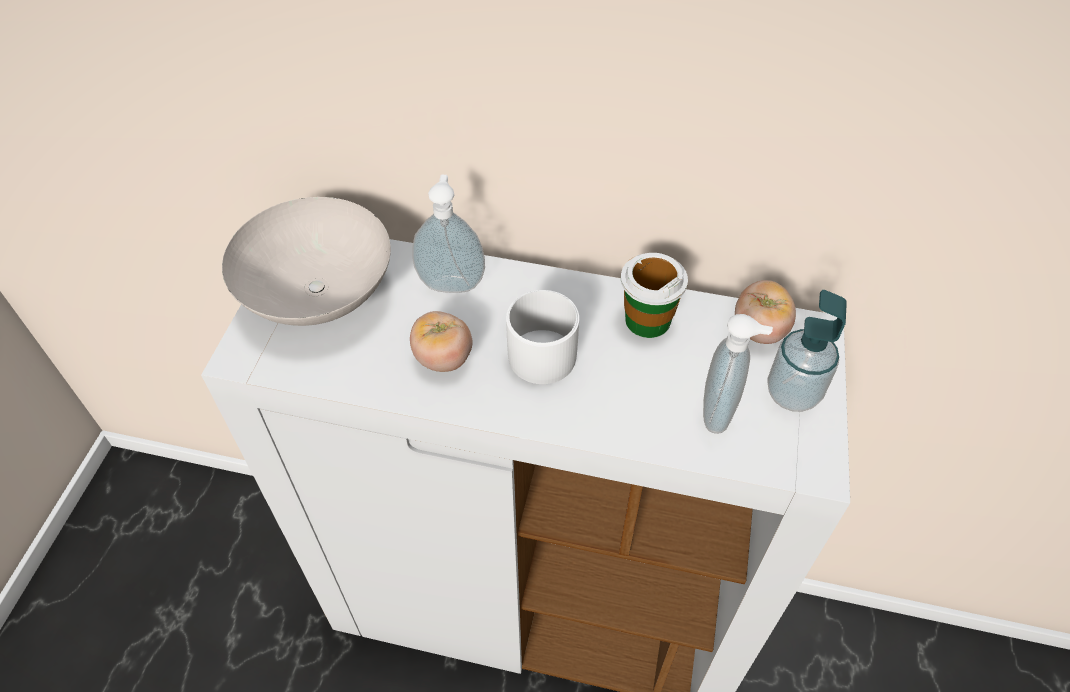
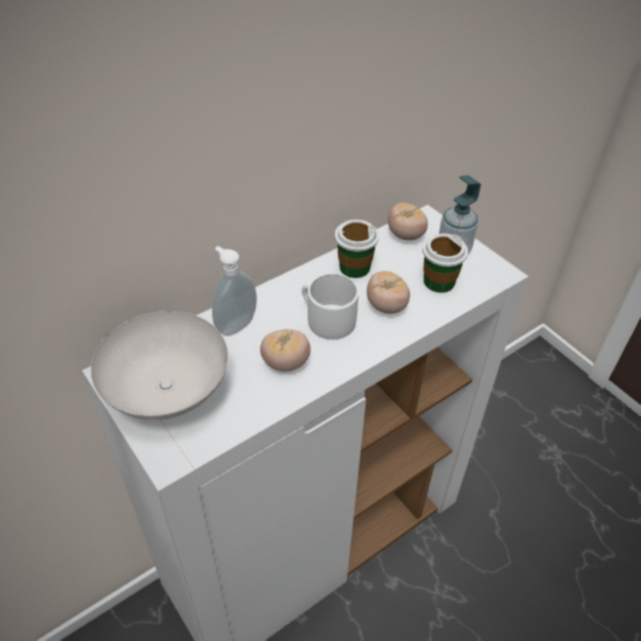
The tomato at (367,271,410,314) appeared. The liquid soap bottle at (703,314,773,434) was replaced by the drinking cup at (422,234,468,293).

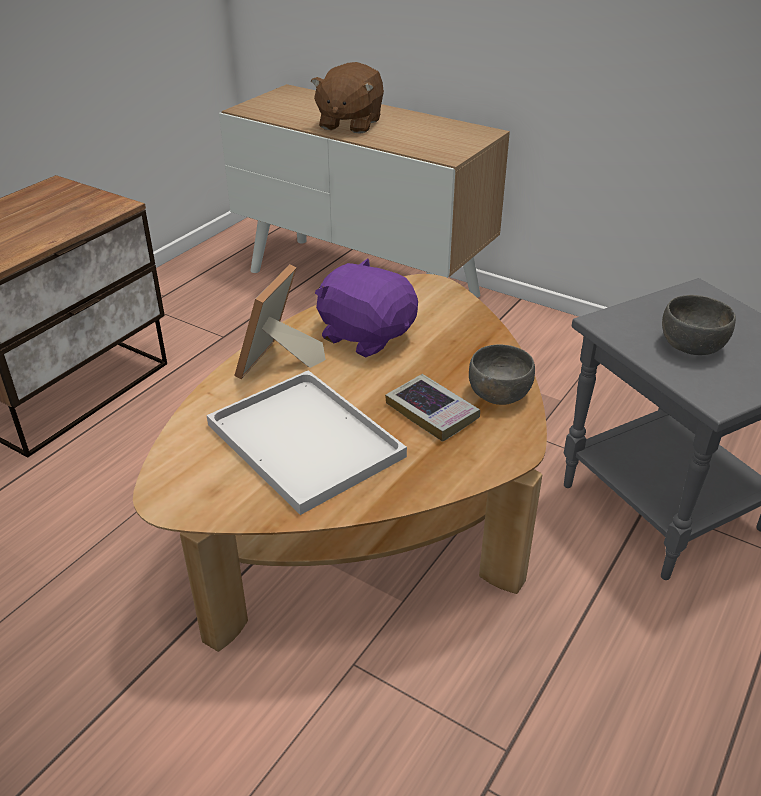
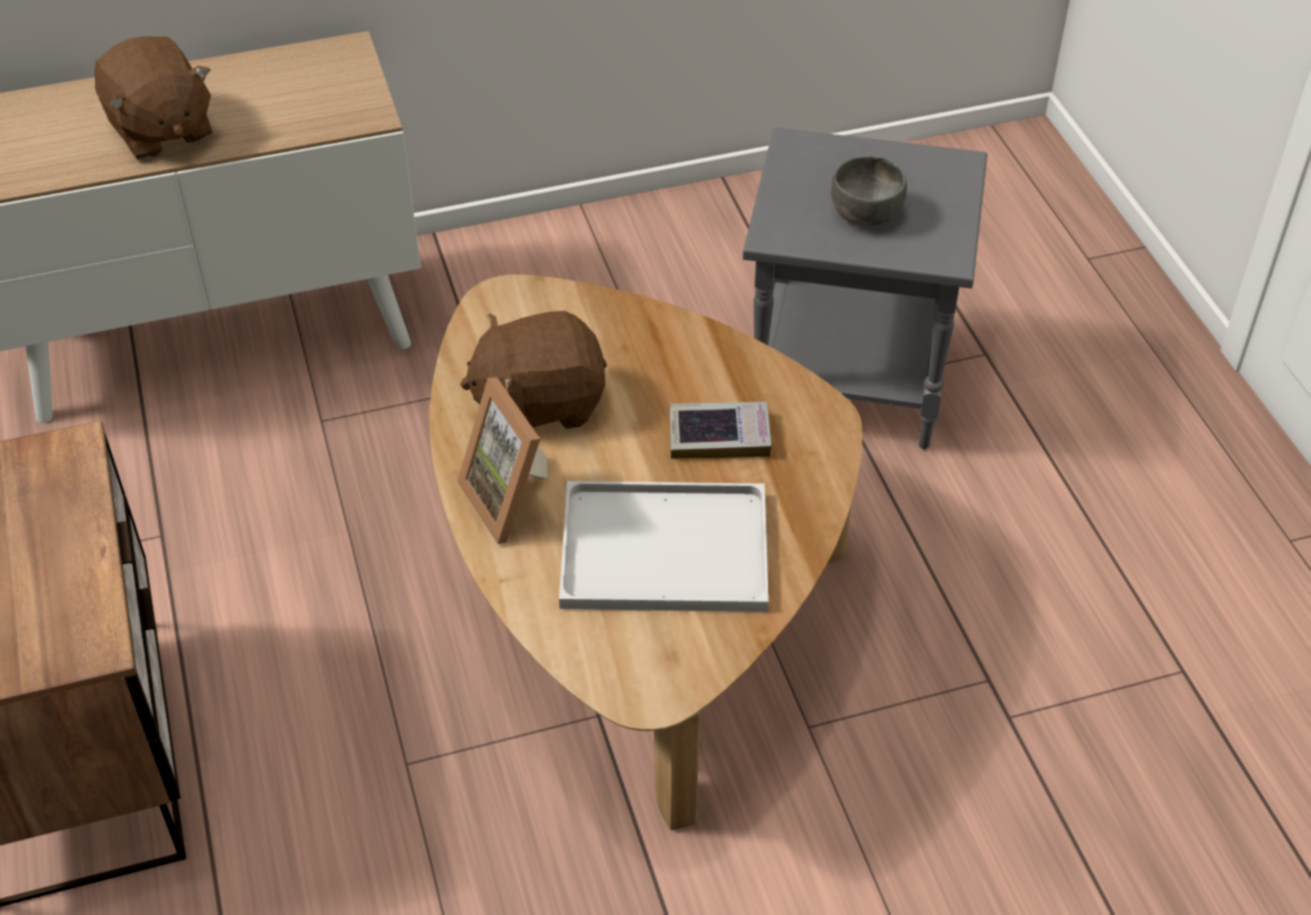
The gray serving bowl at (469,345,535,405) disappeared. The purple cuddly toy at (315,258,418,357) became the brownish cuddly toy at (460,311,607,429).

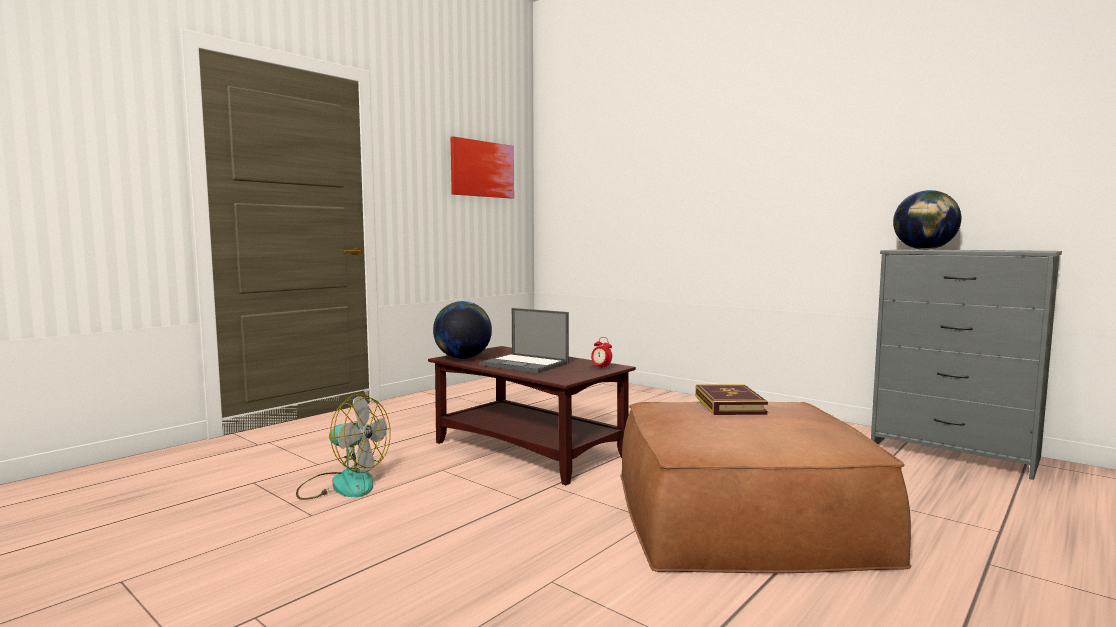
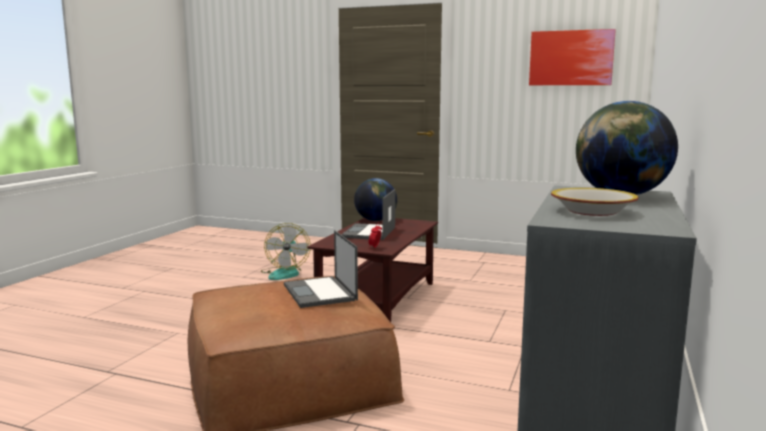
The serving bowl at (551,188,639,216) appeared. The volume at (695,384,768,415) was replaced by the portable computer at (284,230,358,308).

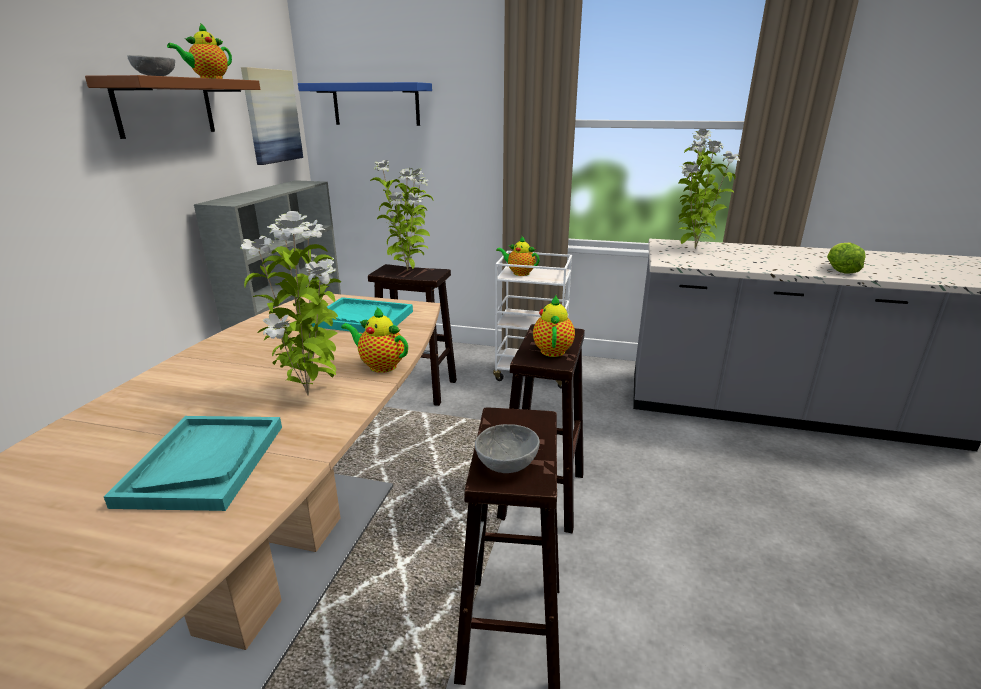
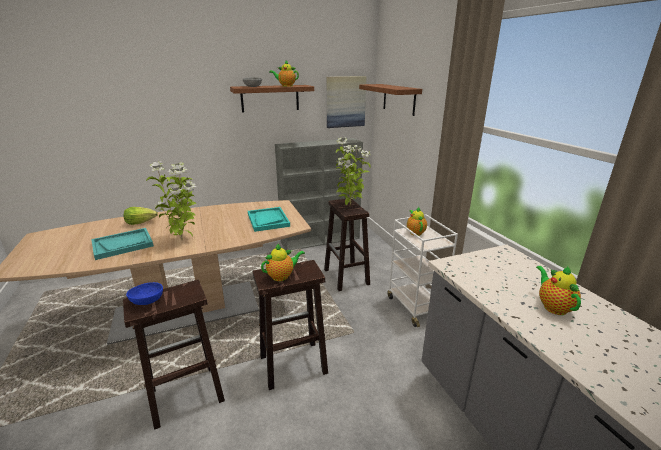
The houseplant at (677,129,740,249) disappeared. The teapot moved from (341,307,408,373) to (536,266,581,315). The lettuce moved from (827,242,866,274) to (123,207,158,225). The blue-coloured wall shelf at (298,82,432,126) became the brownish wall shelf at (359,84,422,116). The gray serving bowl at (475,424,540,473) became the blue-coloured serving bowl at (126,282,163,305).

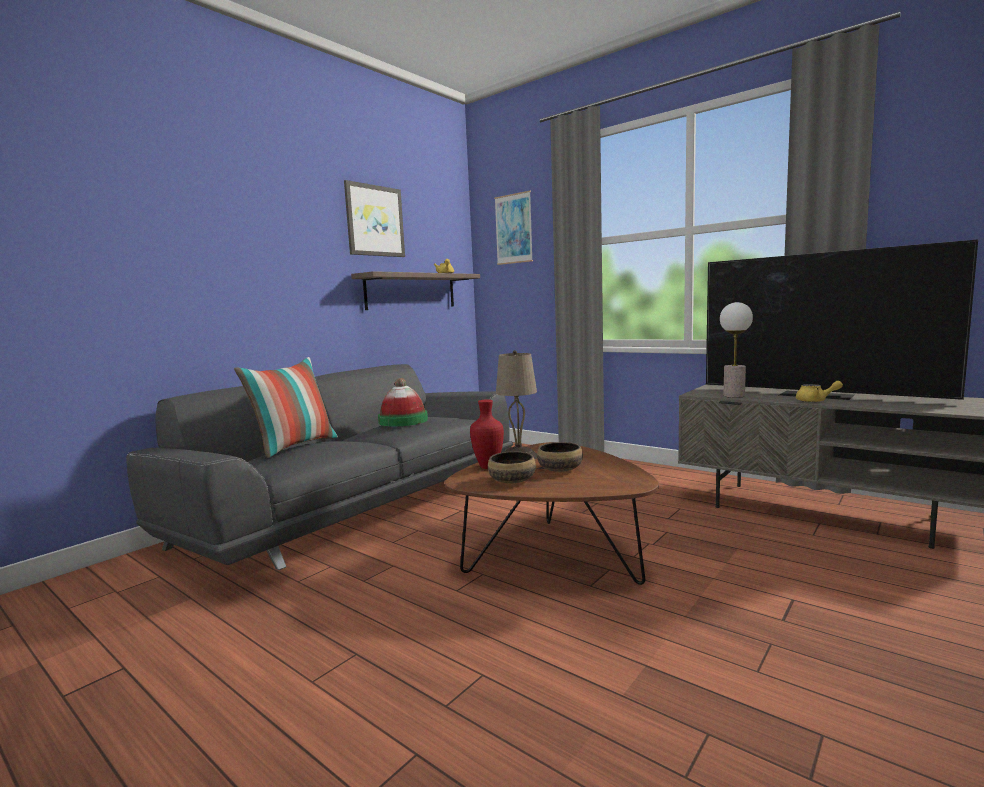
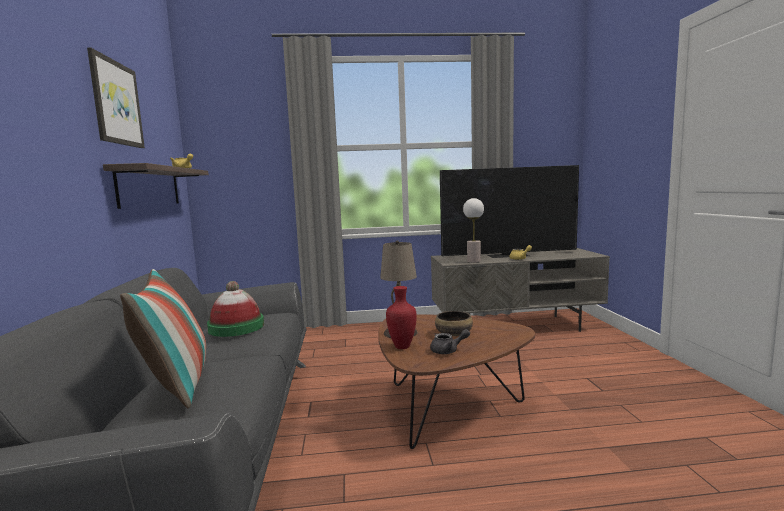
The wall picture at (494,190,533,265) disappeared. The serving bowl at (488,451,536,483) was replaced by the gray teapot at (430,329,470,354).

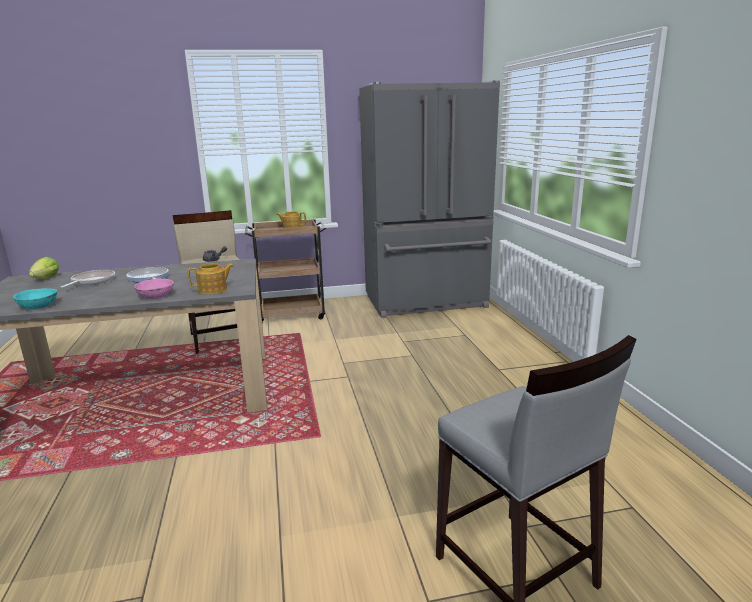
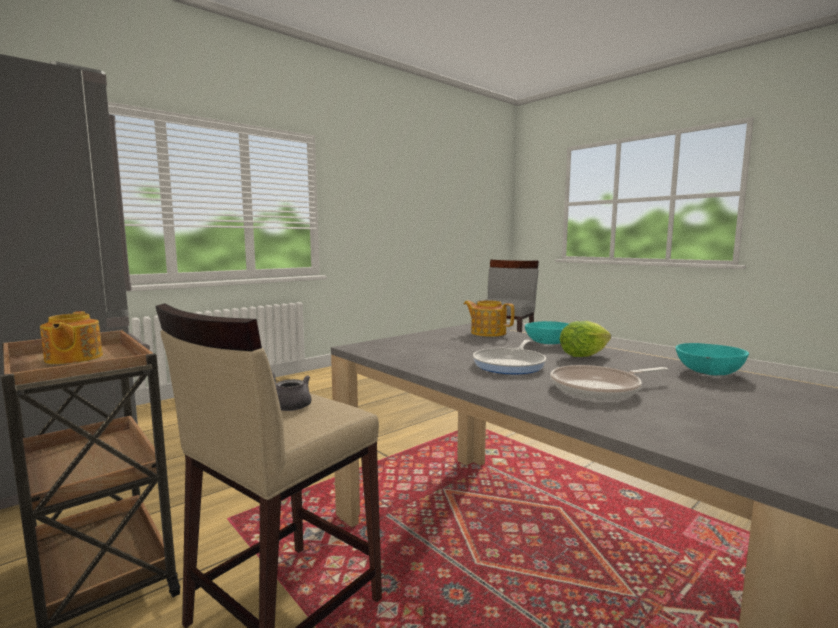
The lettuce moved from (29,257,59,279) to (560,321,611,357). The pinkish serving bowl at (134,278,174,299) became the turquoise serving bowl at (525,321,569,344).

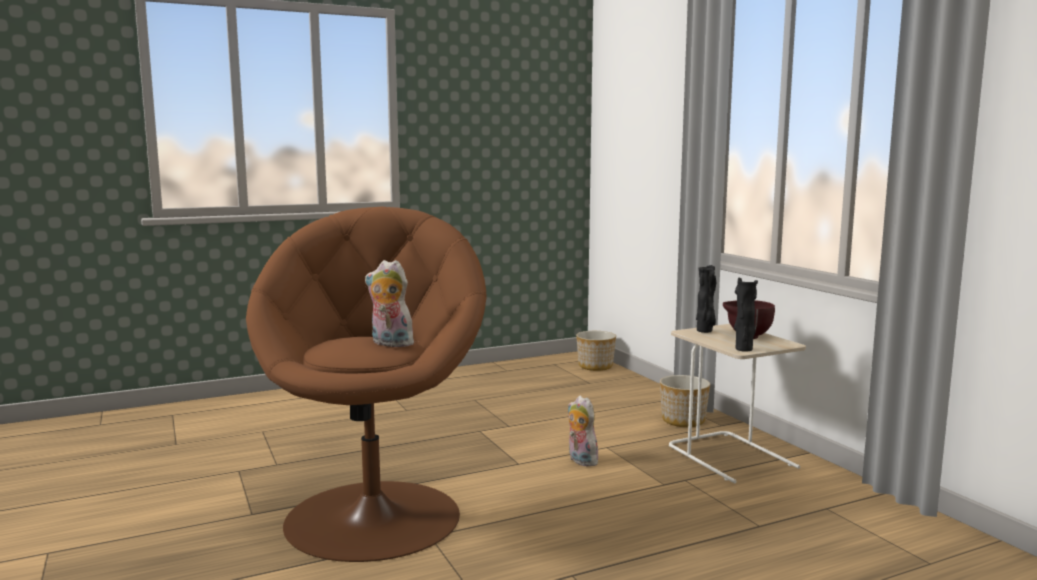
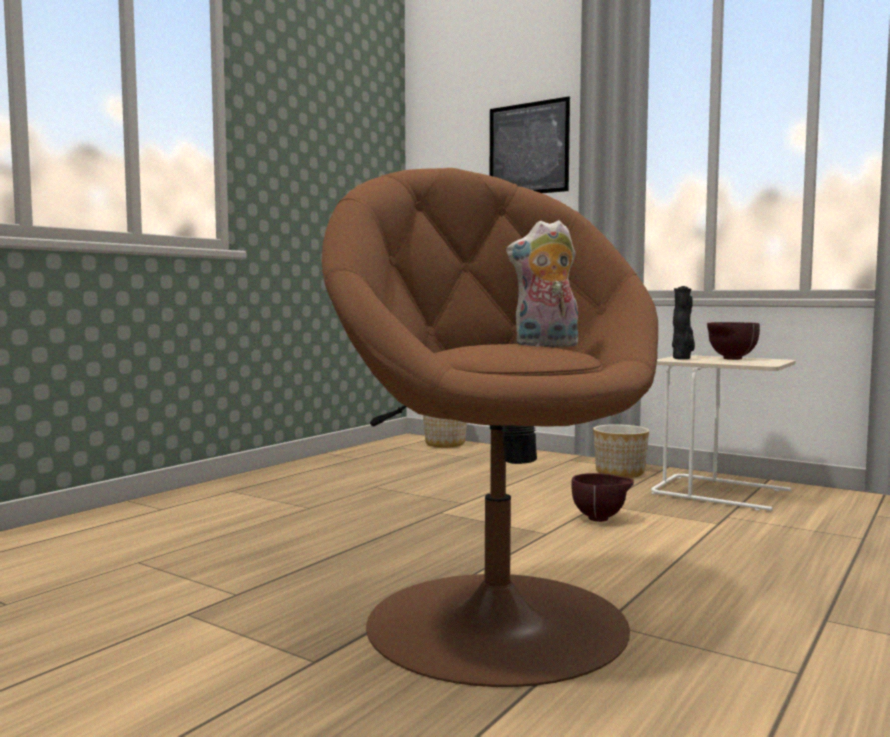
The black-coloured decorative vase at (734,277,758,352) disappeared. The wall picture at (490,96,570,193) appeared. The cuddly toy at (568,396,599,466) was replaced by the brownish serving bowl at (571,473,634,522).

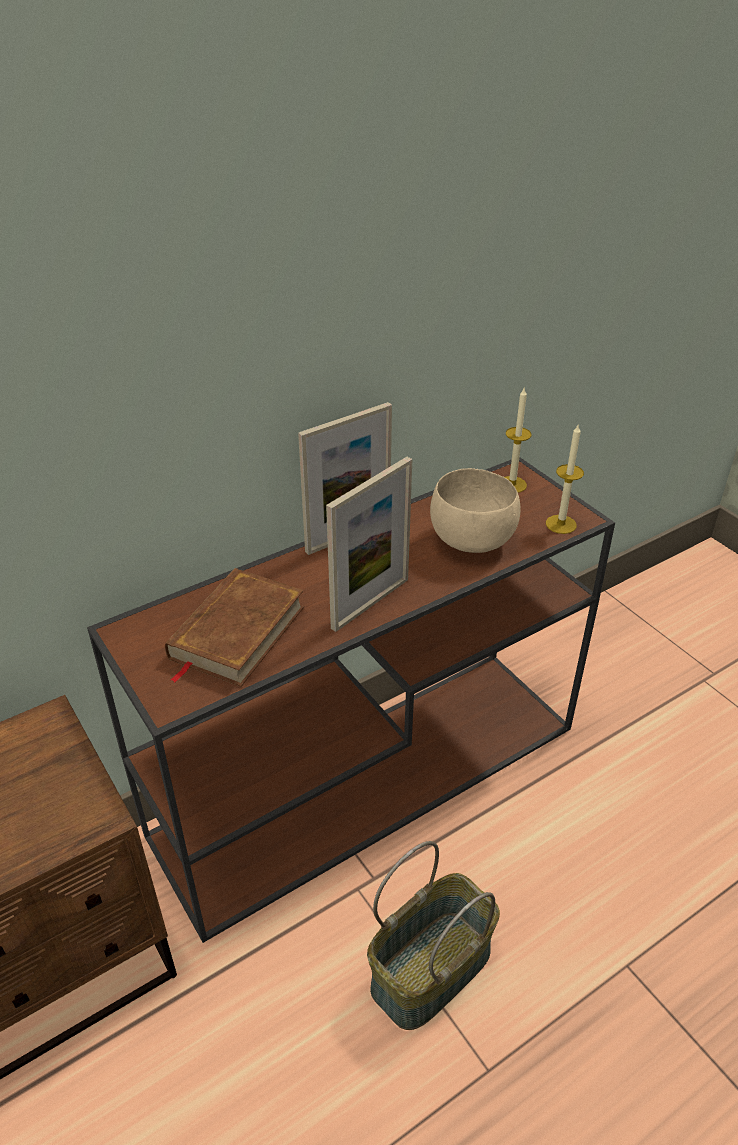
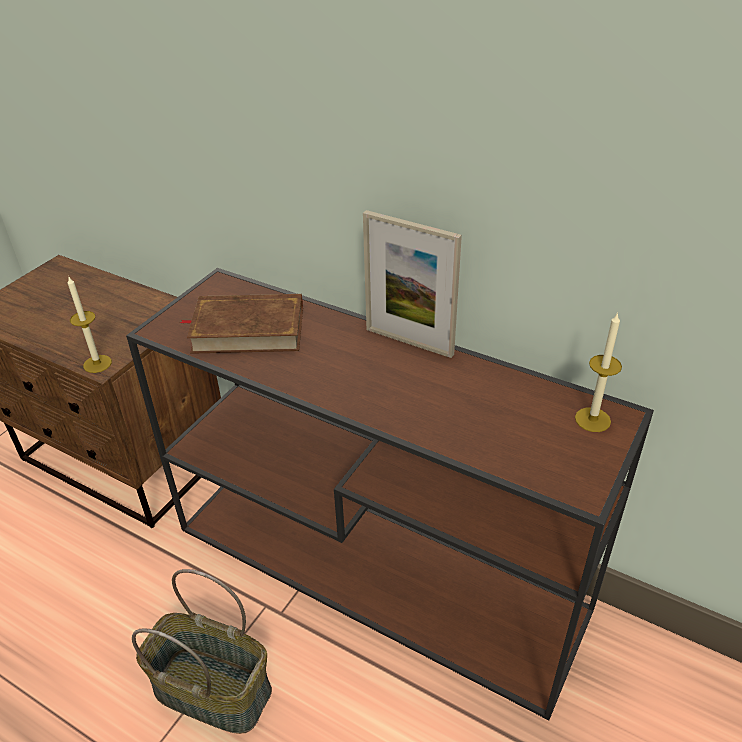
The photo frame at (326,457,412,632) disappeared. The beige serving bowl at (430,468,521,553) disappeared. The wax light moved from (546,423,584,534) to (68,277,112,373).

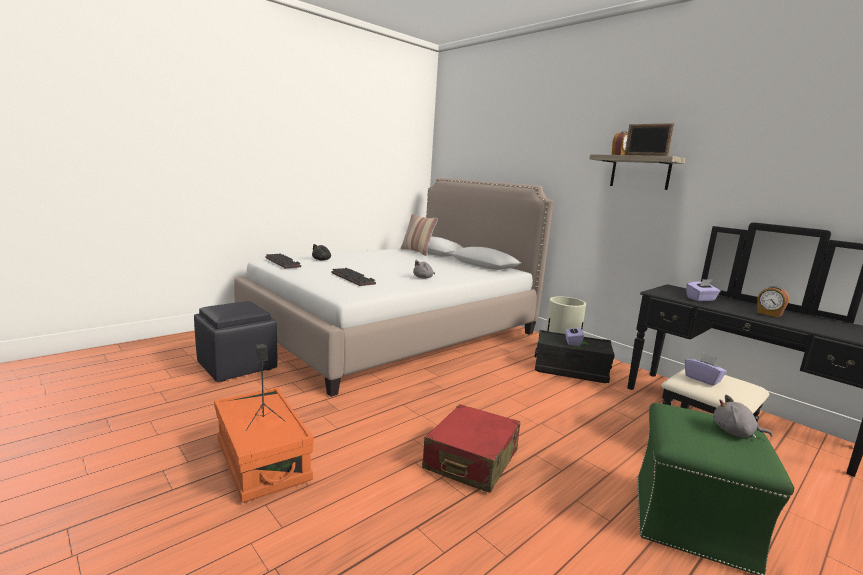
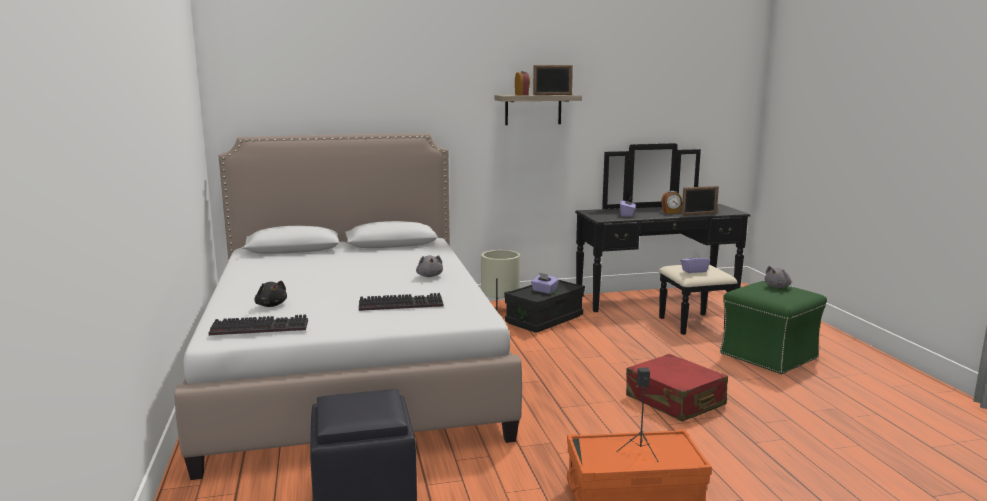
The cushion at (400,214,438,256) disappeared. The photo frame at (682,186,719,216) appeared.

